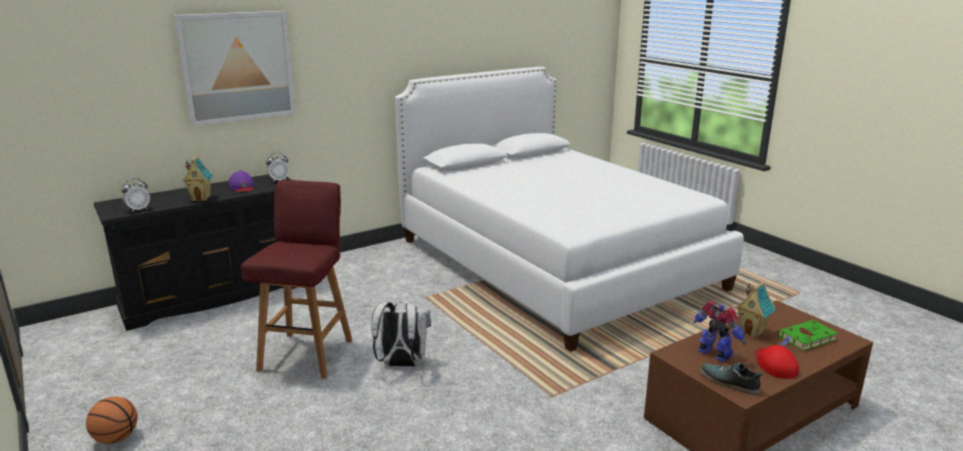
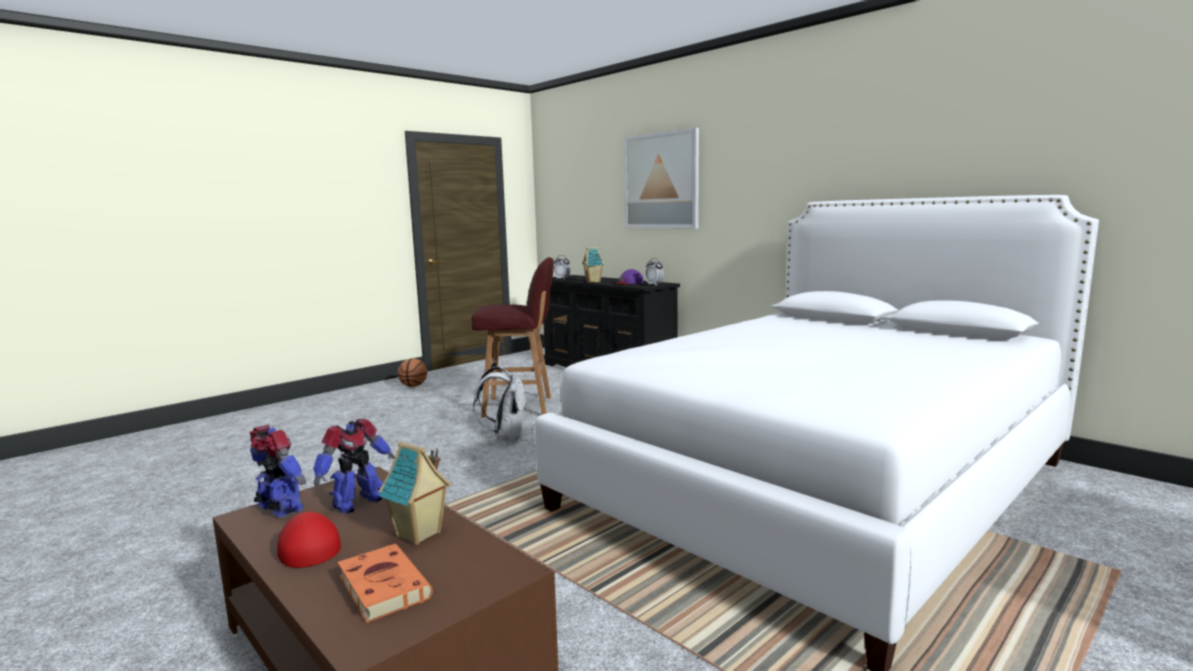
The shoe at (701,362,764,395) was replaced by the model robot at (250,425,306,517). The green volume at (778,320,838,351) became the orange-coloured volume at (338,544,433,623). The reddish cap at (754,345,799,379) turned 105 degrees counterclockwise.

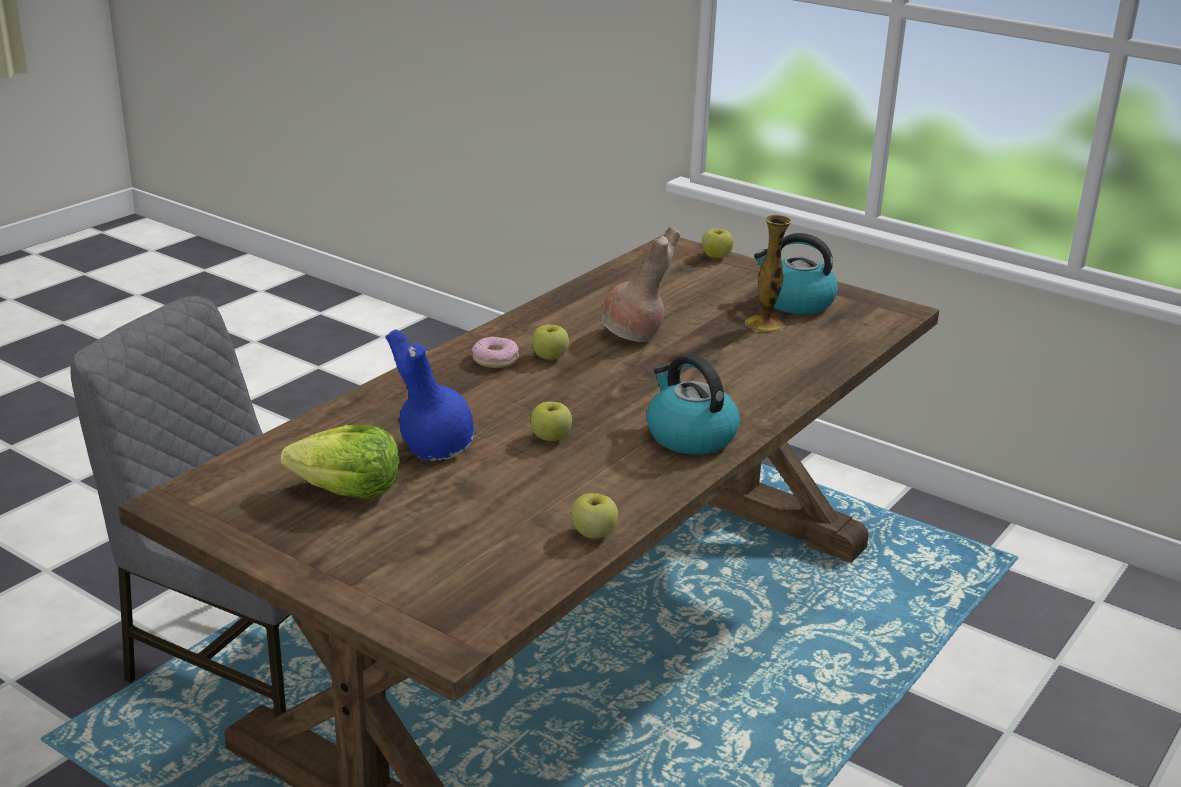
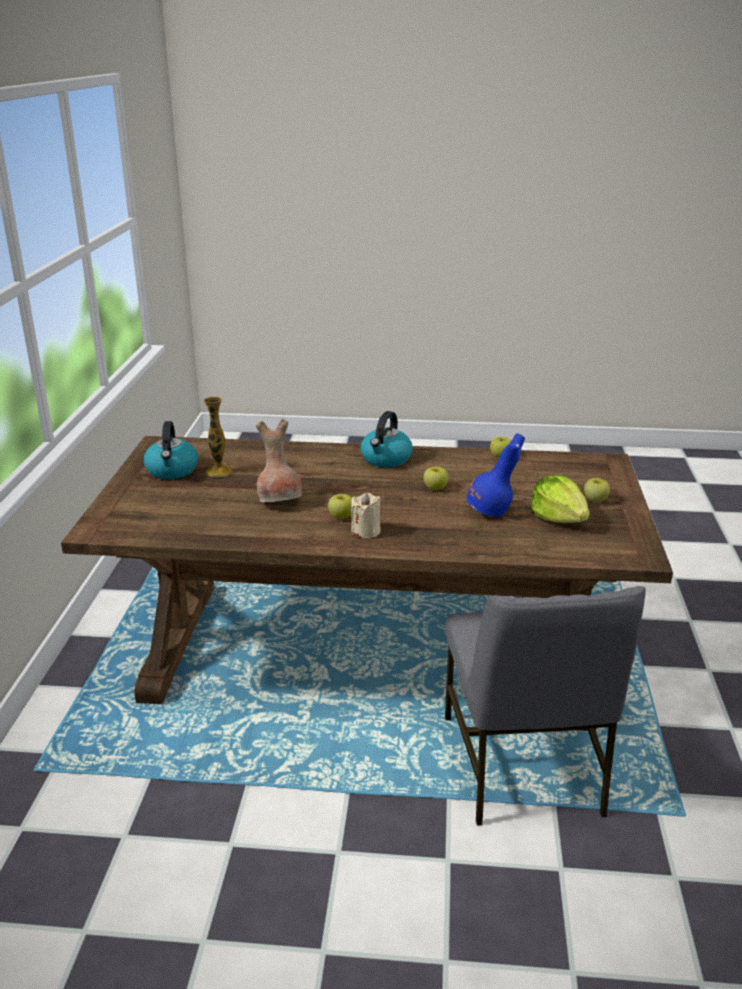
The apple moved from (702,228,734,258) to (584,478,610,503). The ring doughnut at (472,337,519,368) was replaced by the beige wax light at (351,492,381,538).

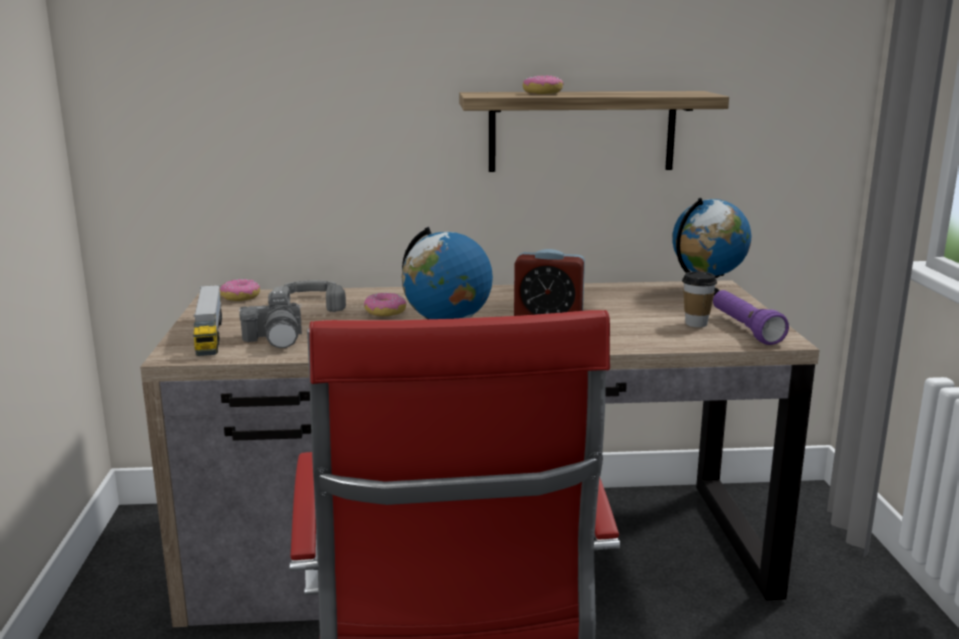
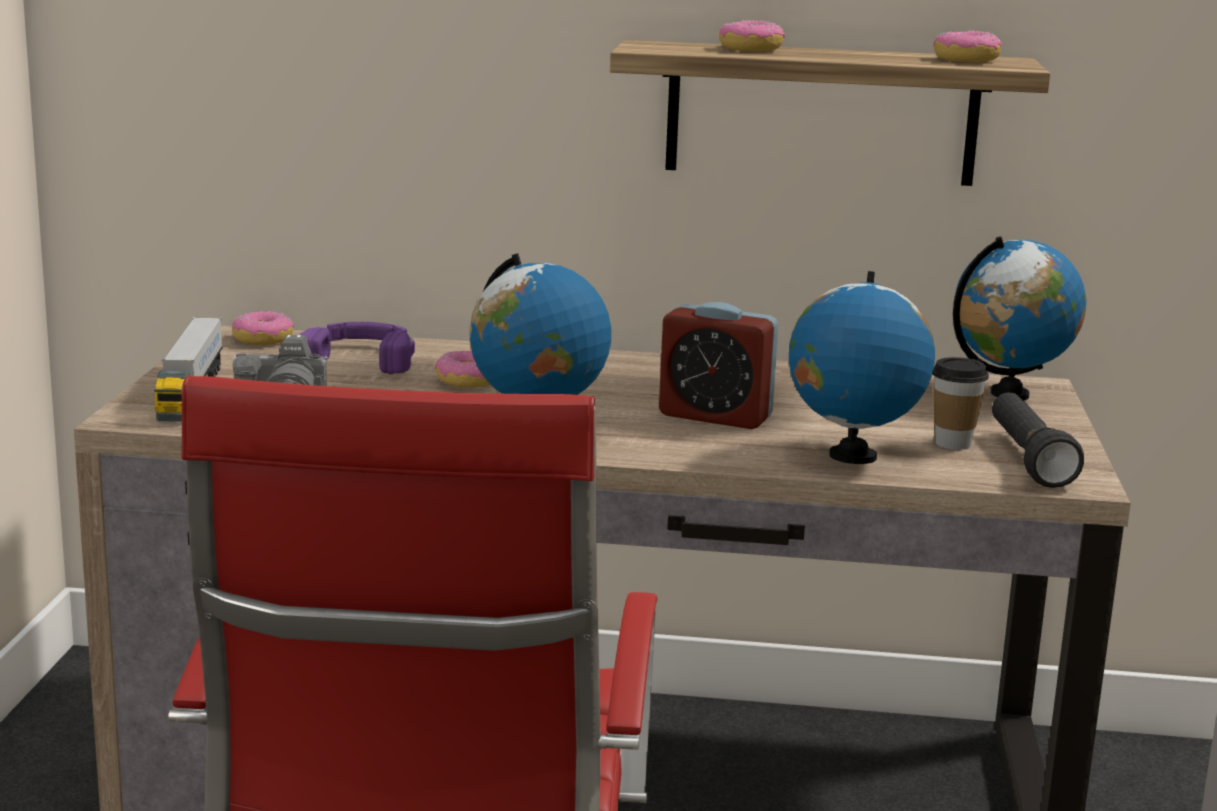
The desk globe at (789,271,935,464) appeared. The ring doughnut at (933,30,1002,62) appeared. The gray pair of headphones at (268,280,346,312) became the purple pair of headphones at (299,322,415,374). The purple flashlight at (713,290,789,345) became the black-coloured flashlight at (992,392,1084,488).

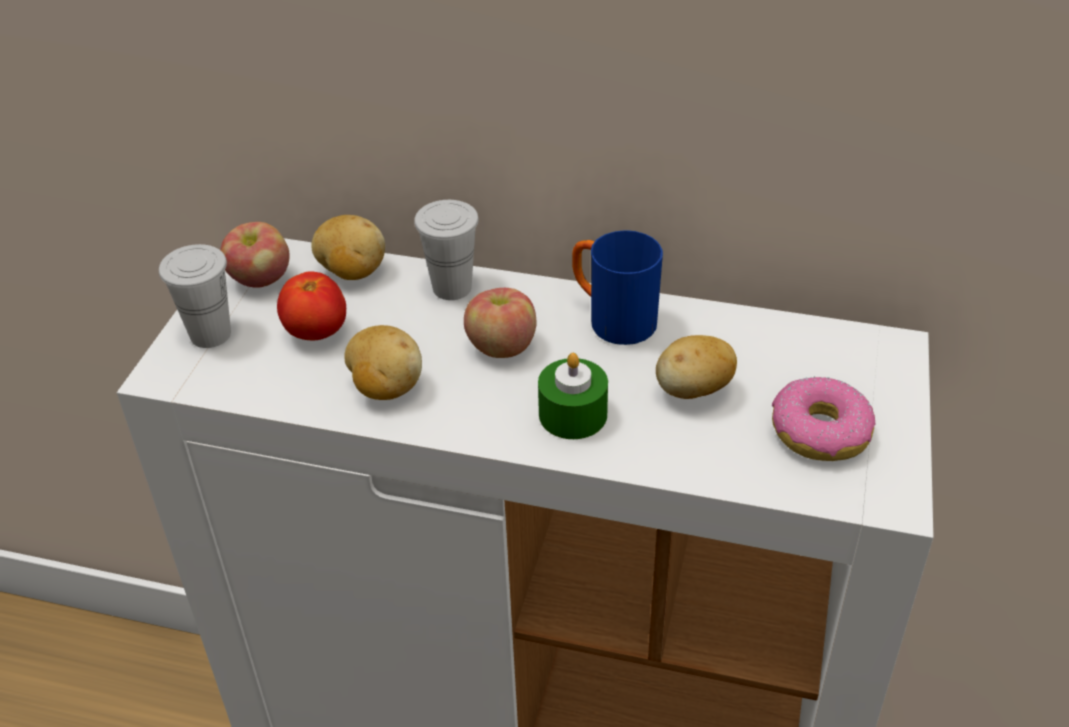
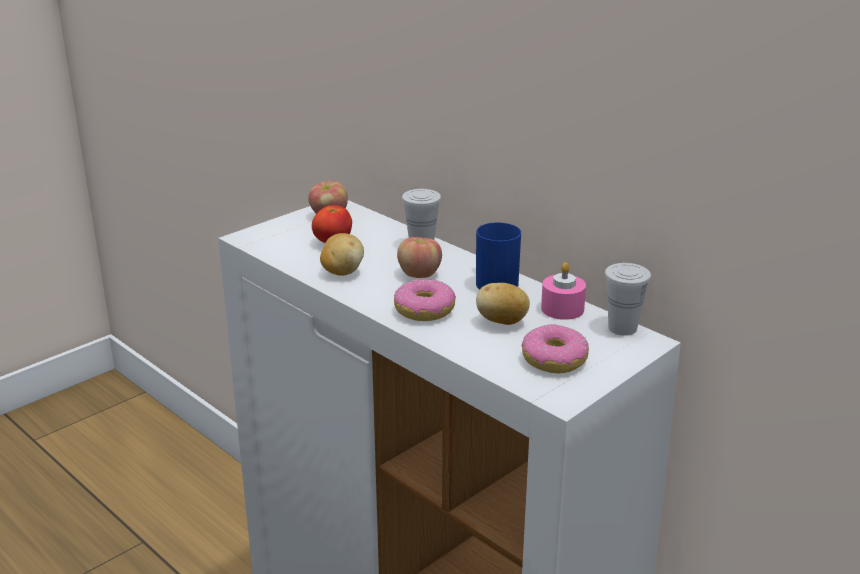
The potato at (311,215,385,280) disappeared. The pinkish wax light at (541,263,586,320) appeared. The whitish drinking cup moved from (159,244,231,348) to (605,263,651,336). The green wax light at (538,353,608,439) was replaced by the ring doughnut at (394,279,456,321).

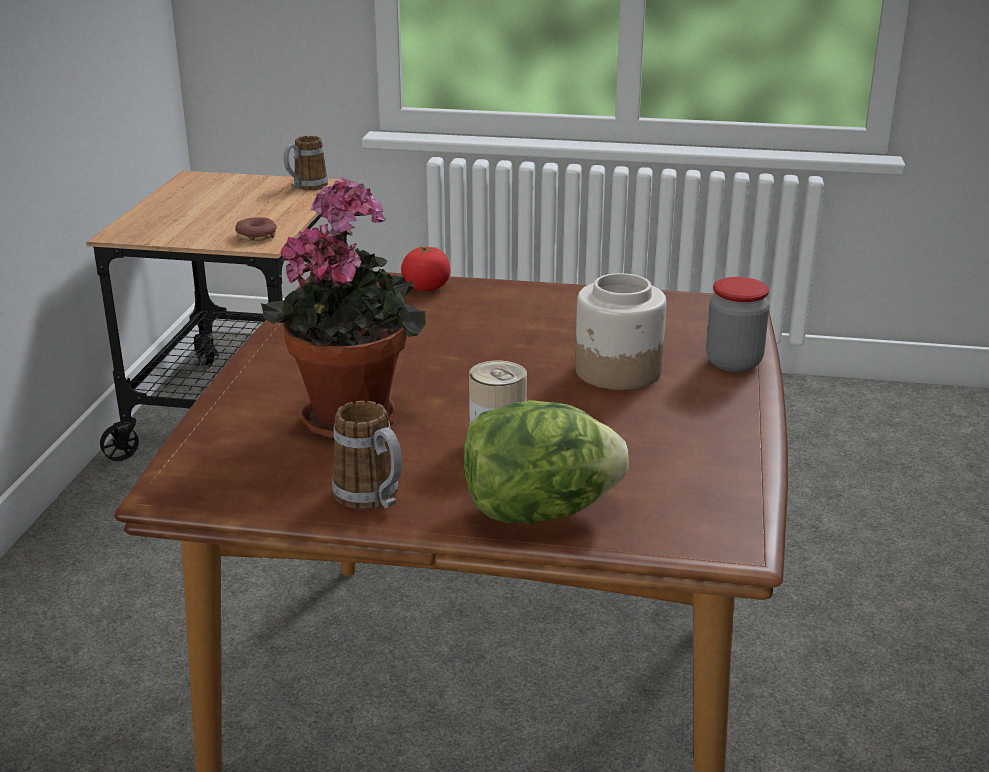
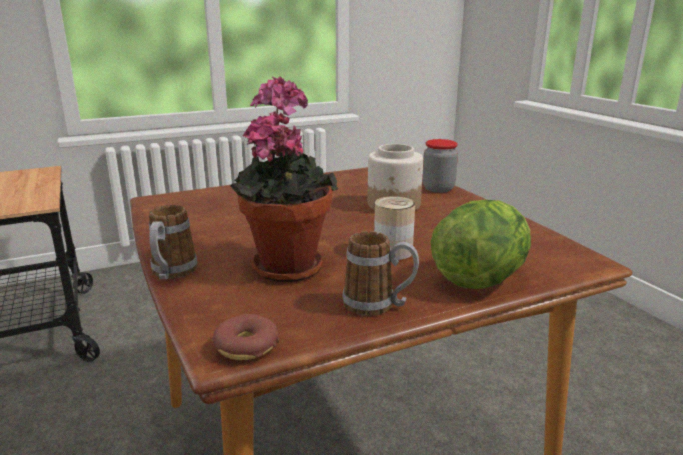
The tomato at (401,246,450,291) disappeared. The ring doughnut moved from (235,217,277,241) to (213,314,279,360). The mug moved from (284,136,328,190) to (149,205,198,279).

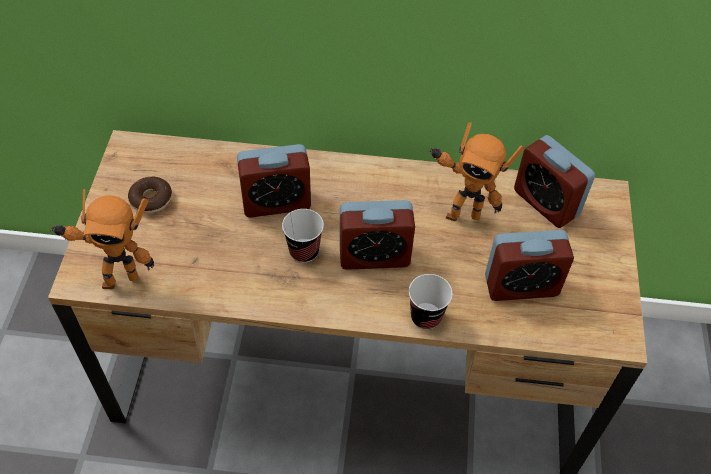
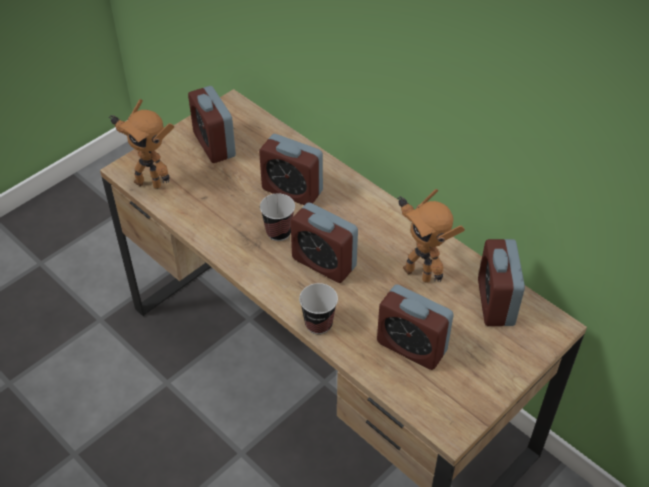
The ring doughnut at (128,177,172,213) was replaced by the alarm clock at (188,86,236,163).

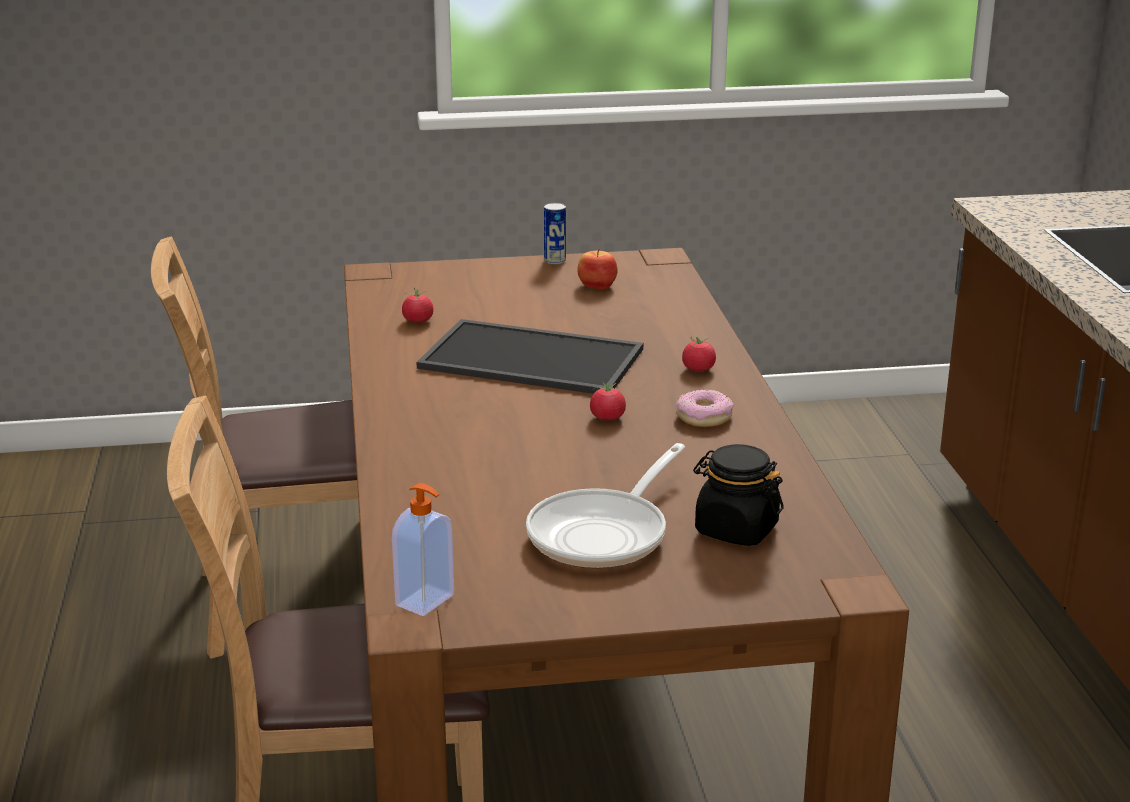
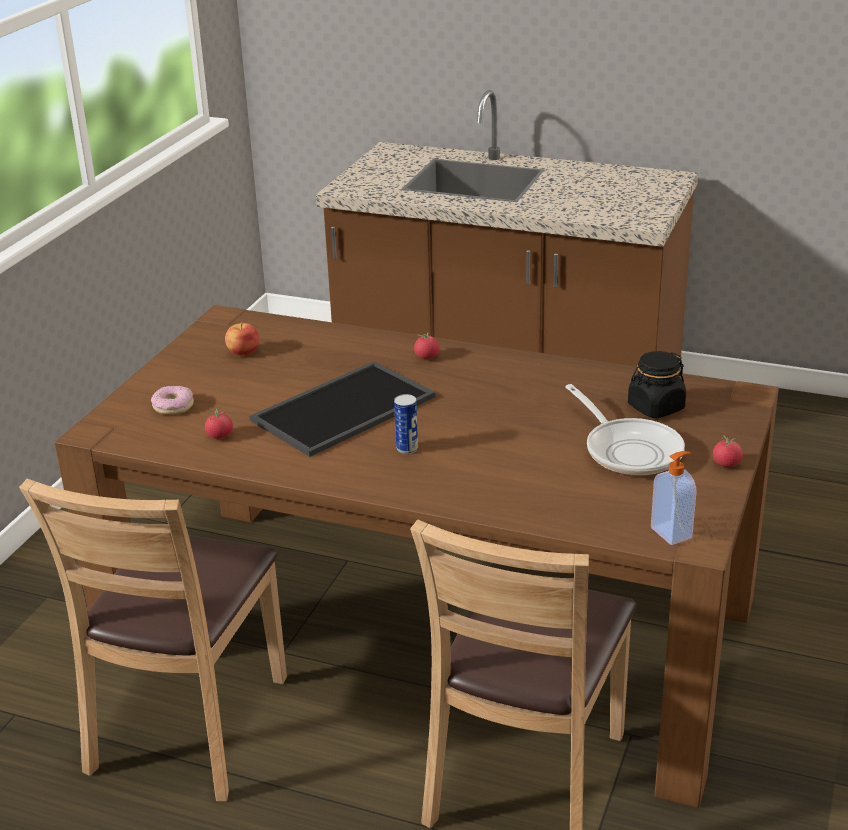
The can moved from (544,203,566,264) to (394,394,418,454). The tomato moved from (590,381,626,420) to (713,435,743,467). The ring doughnut moved from (676,389,734,427) to (151,386,194,415).

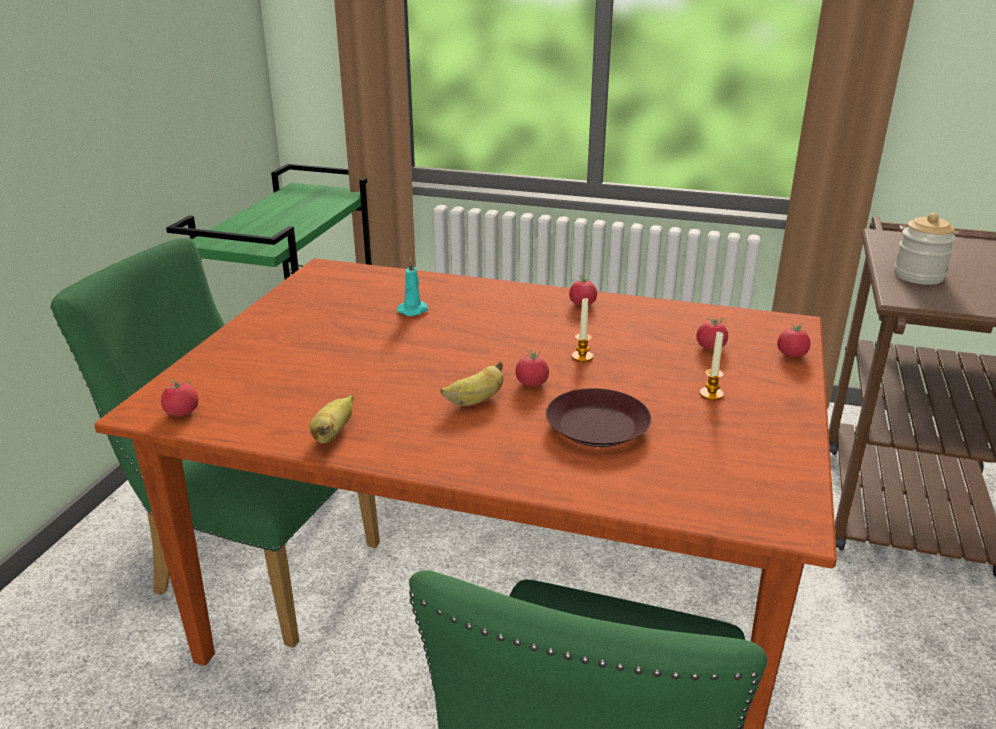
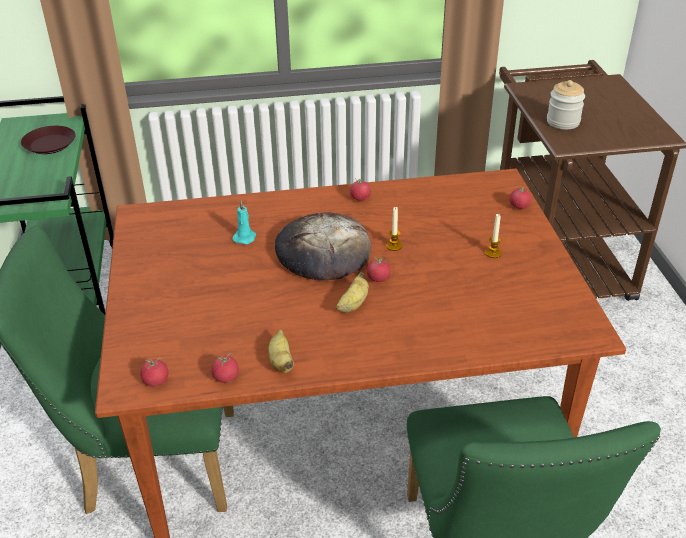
The baked bread at (275,212,371,281) appeared. The brownish flat dish moved from (546,388,651,447) to (21,126,76,154). The tomato moved from (697,318,728,350) to (211,353,239,383).

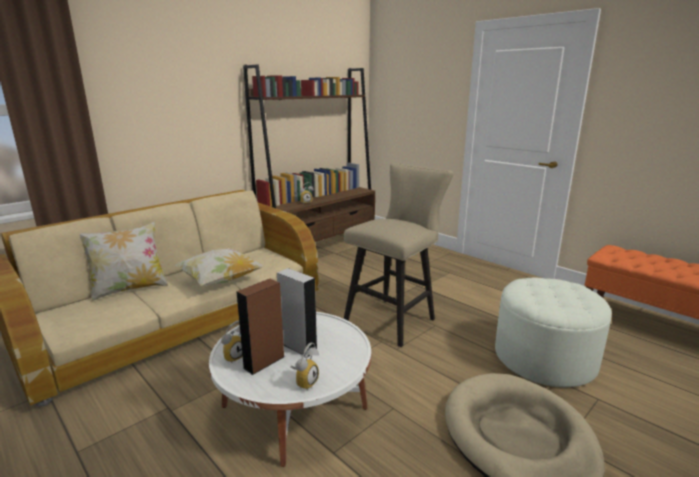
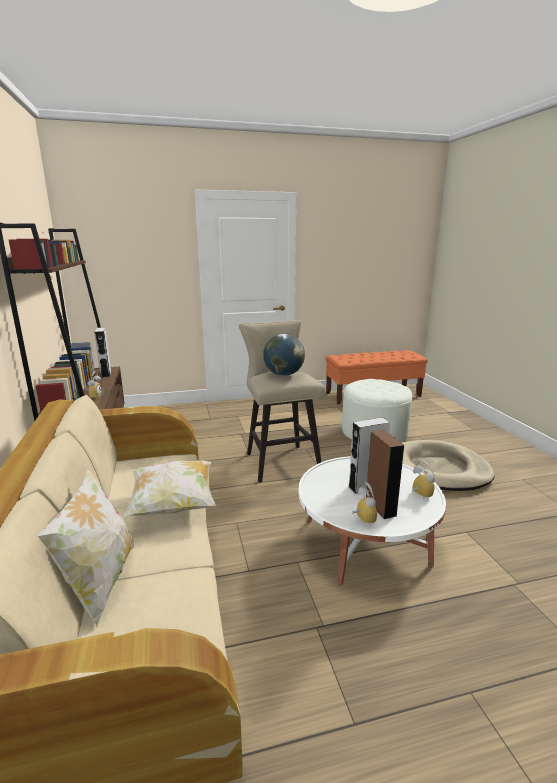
The gray audio speaker at (94,327,111,378) appeared. The desk globe at (263,334,305,376) appeared.

